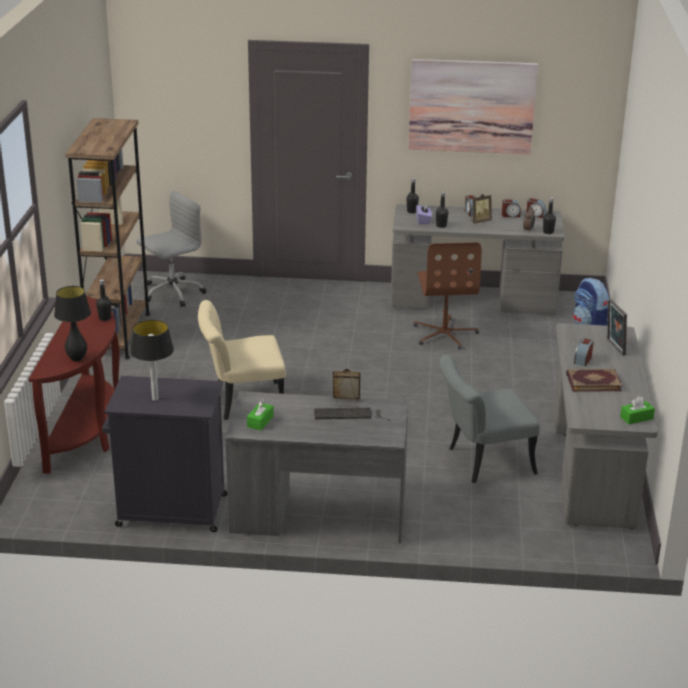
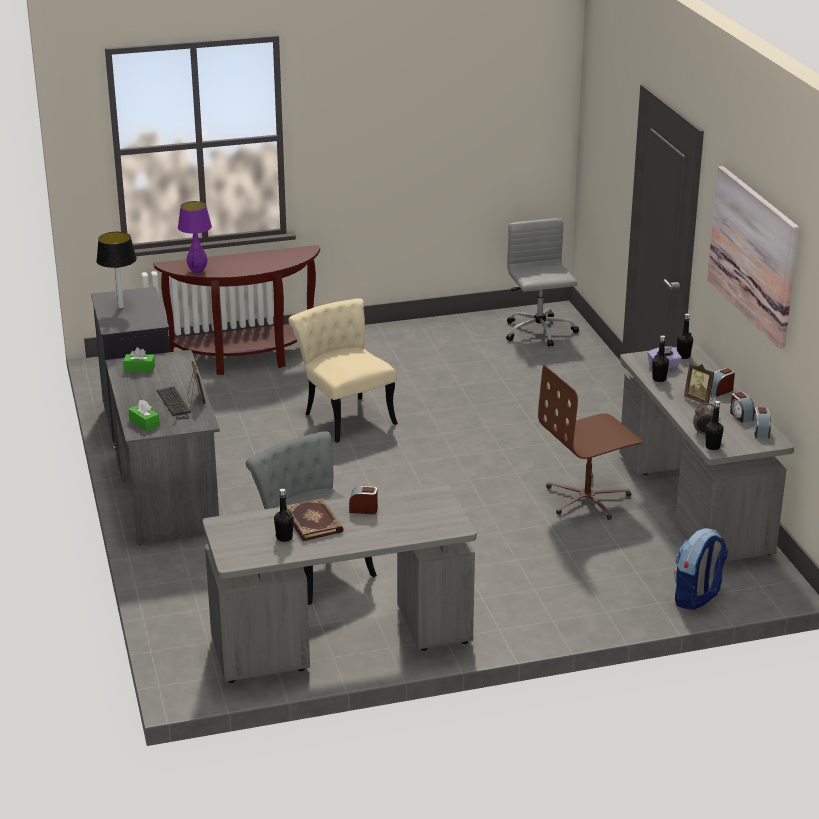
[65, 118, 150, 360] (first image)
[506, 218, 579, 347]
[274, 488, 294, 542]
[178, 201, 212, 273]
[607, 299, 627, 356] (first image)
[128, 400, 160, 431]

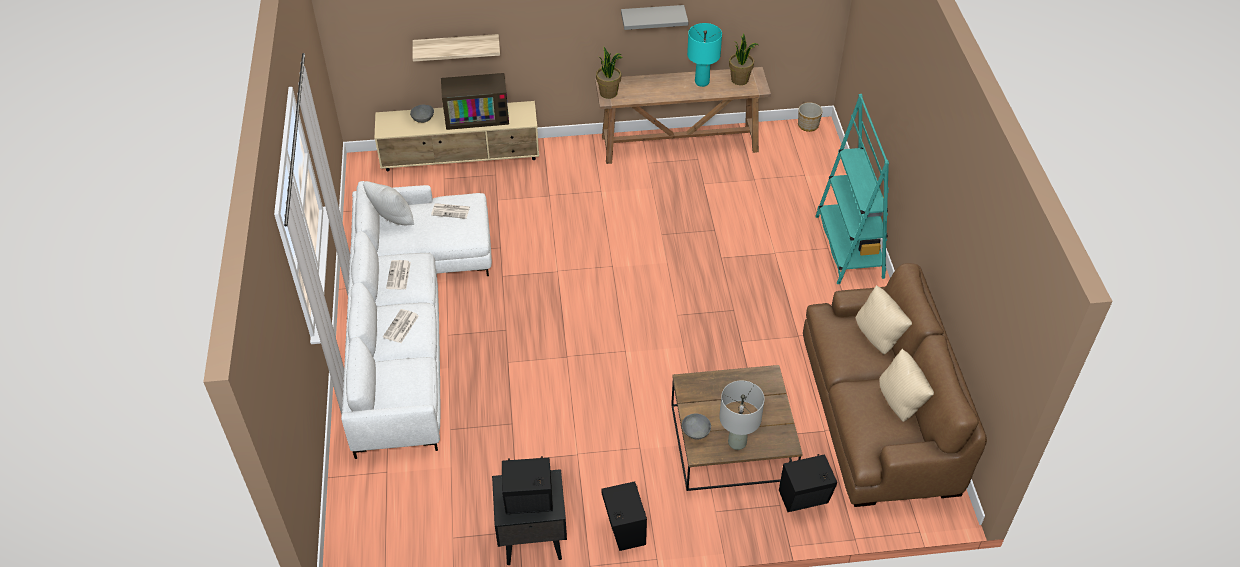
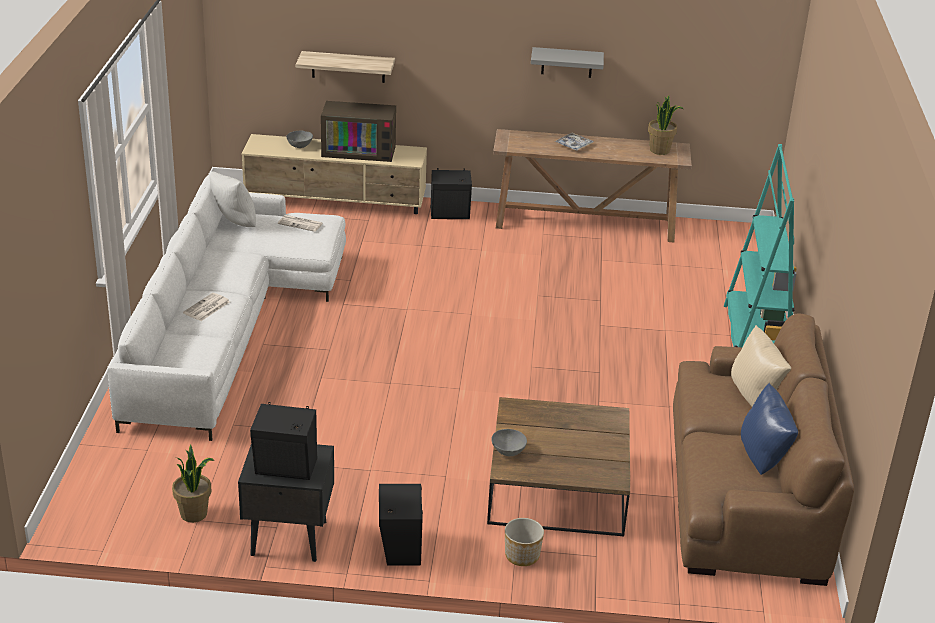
[687, 23, 722, 87] (first image)
[172, 445, 215, 522]
[505, 518, 544, 566]
[386, 260, 411, 289] (first image)
[741, 383, 798, 475]
[719, 380, 765, 450] (first image)
[431, 168, 472, 219]
[555, 133, 594, 151]

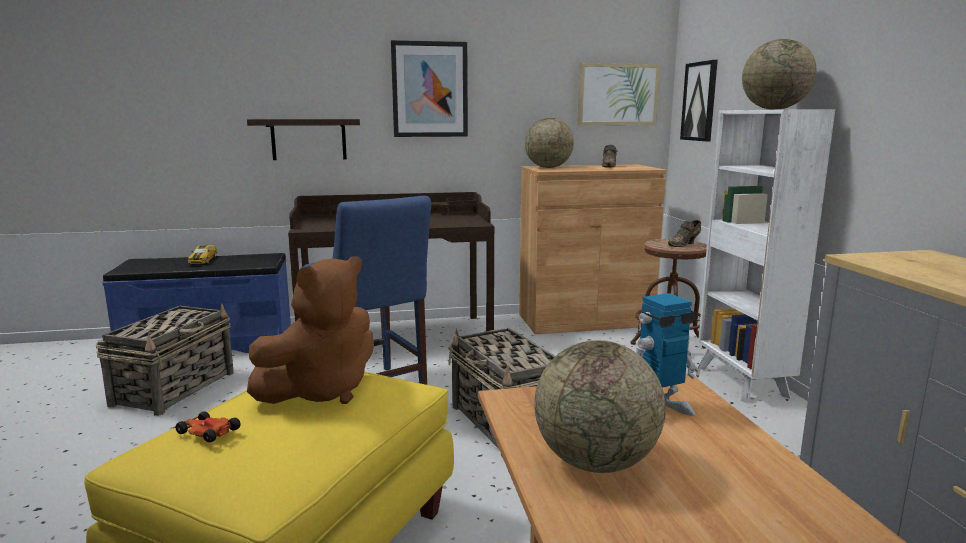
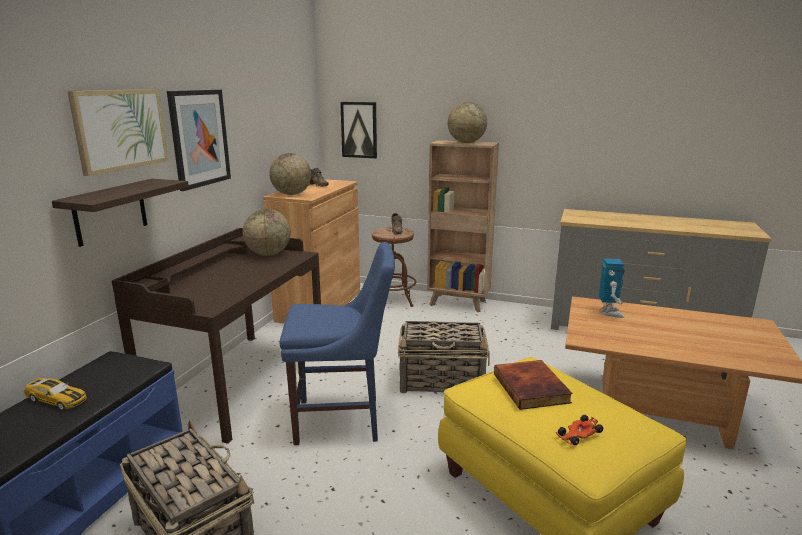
[67, 89, 169, 176]
[427, 140, 499, 312]
[494, 360, 573, 410]
[243, 209, 291, 256]

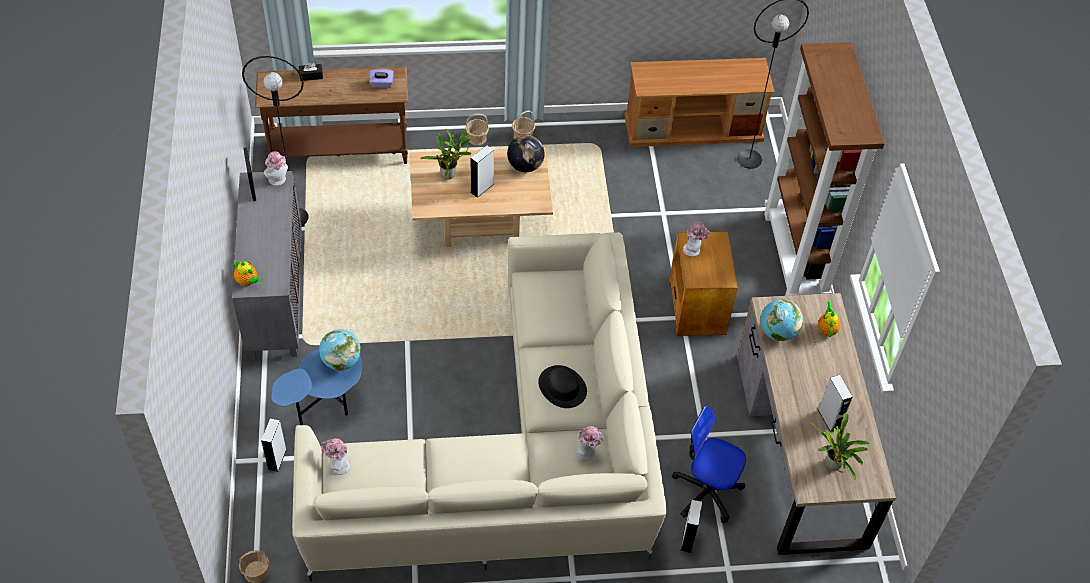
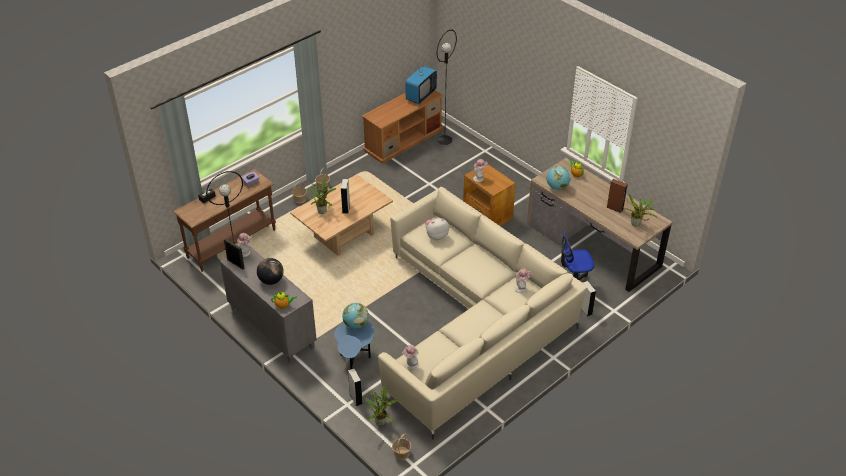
[764, 42, 885, 296] (first image)
[257, 258, 284, 285]
[538, 365, 587, 408] (first image)
[607, 179, 628, 213]
[405, 59, 437, 104]
[425, 218, 449, 240]
[365, 386, 398, 426]

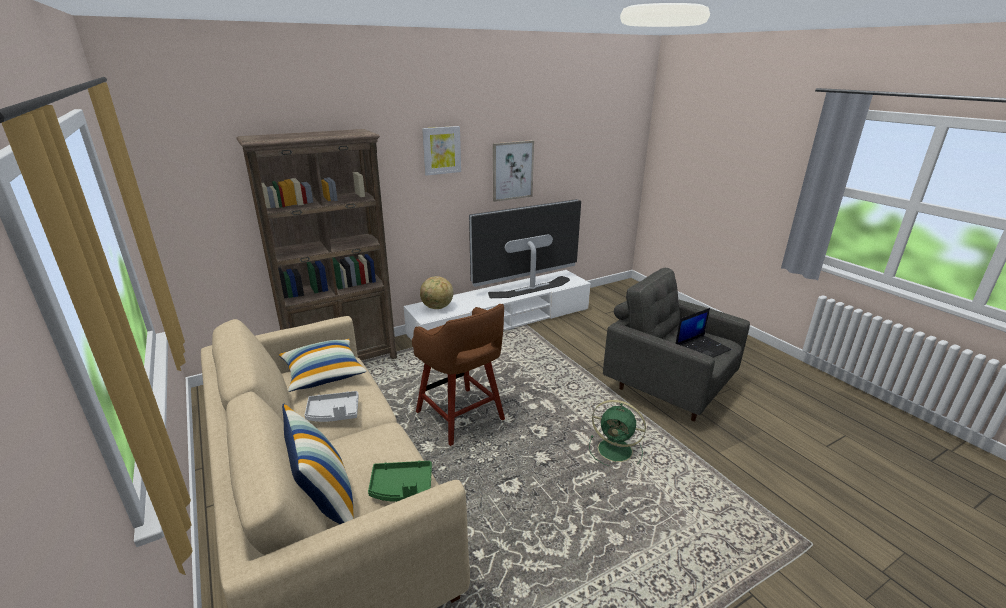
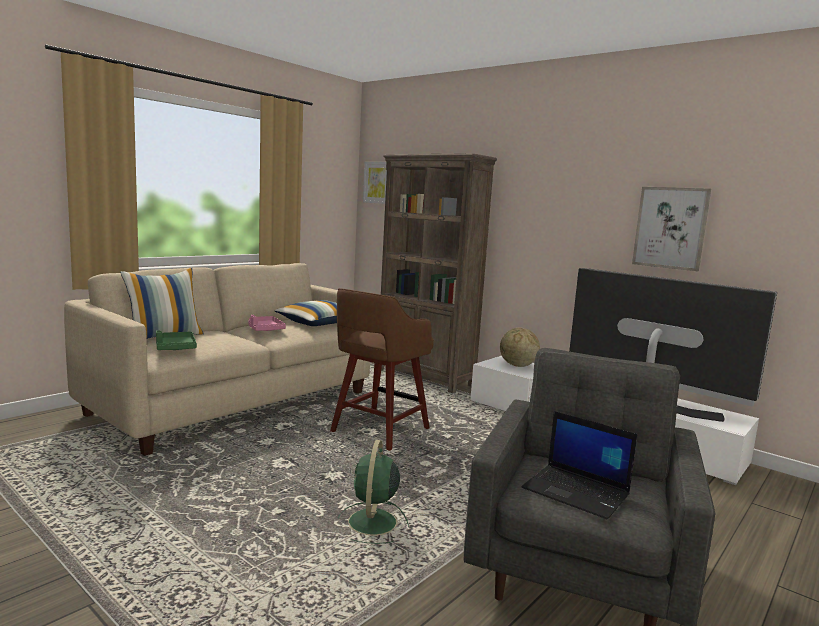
[363, 162, 387, 204]
[248, 315, 286, 331]

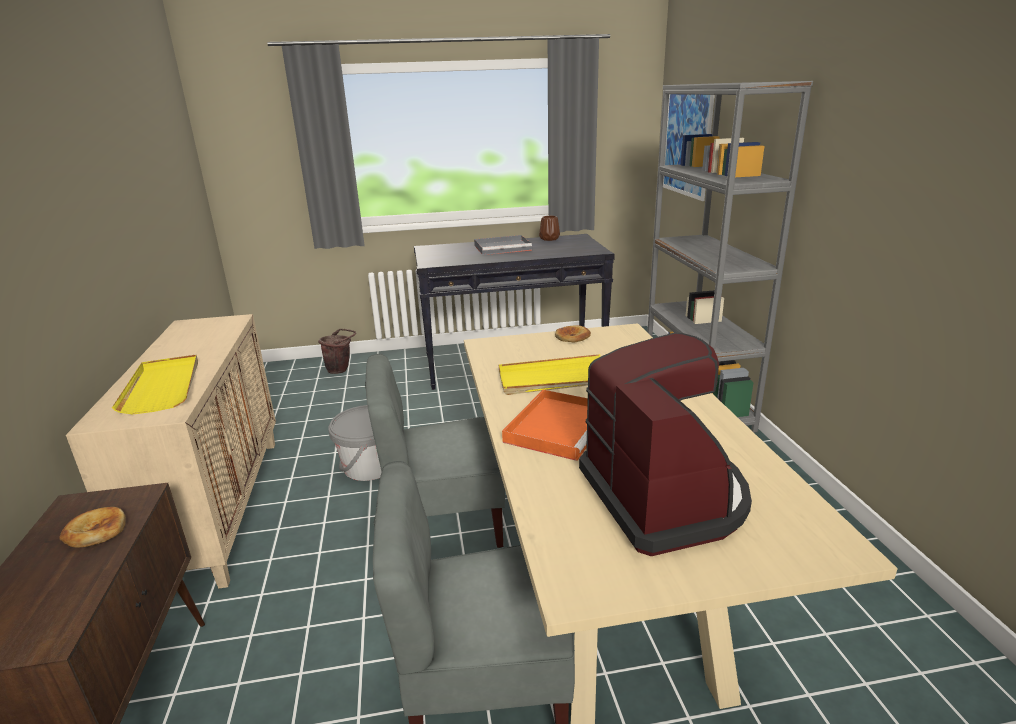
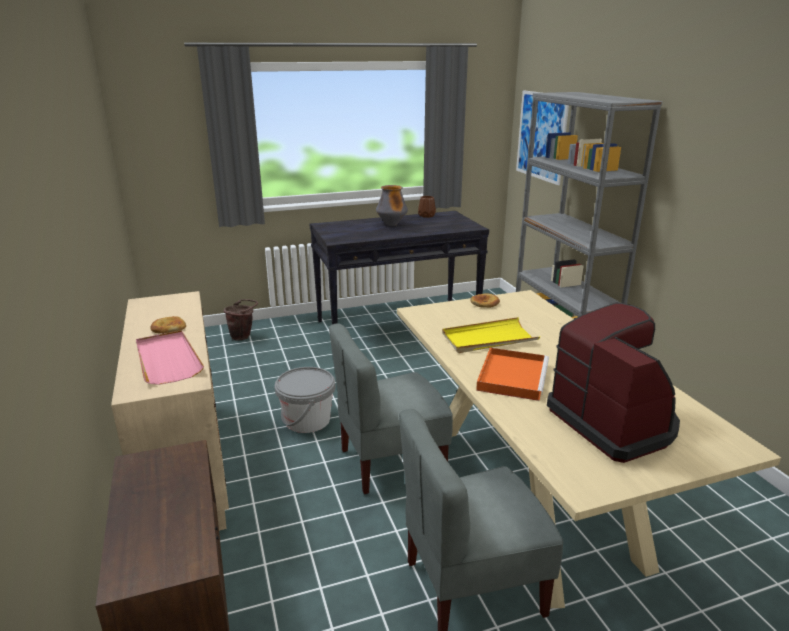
[376, 185, 408, 226]
[136, 330, 204, 385]
[151, 316, 186, 334]

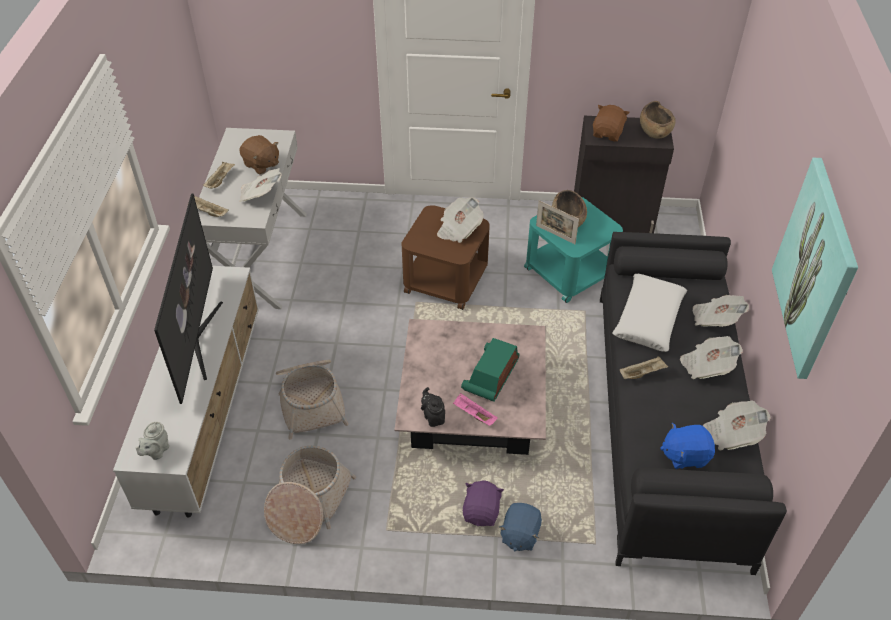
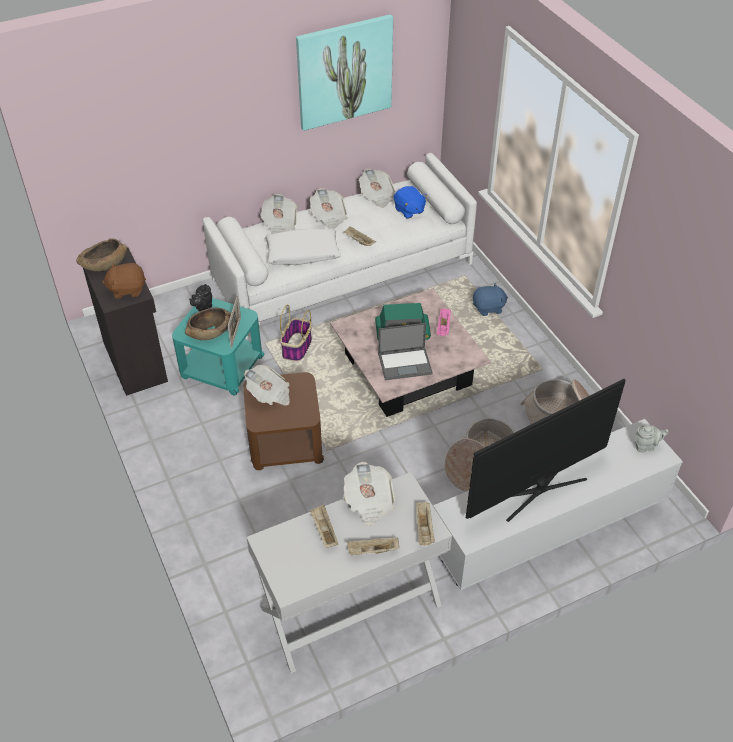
[310, 504, 338, 548]
[203, 153, 477, 339]
[189, 284, 212, 312]
[463, 480, 504, 526] (first image)
[280, 305, 312, 361]
[378, 323, 433, 380]

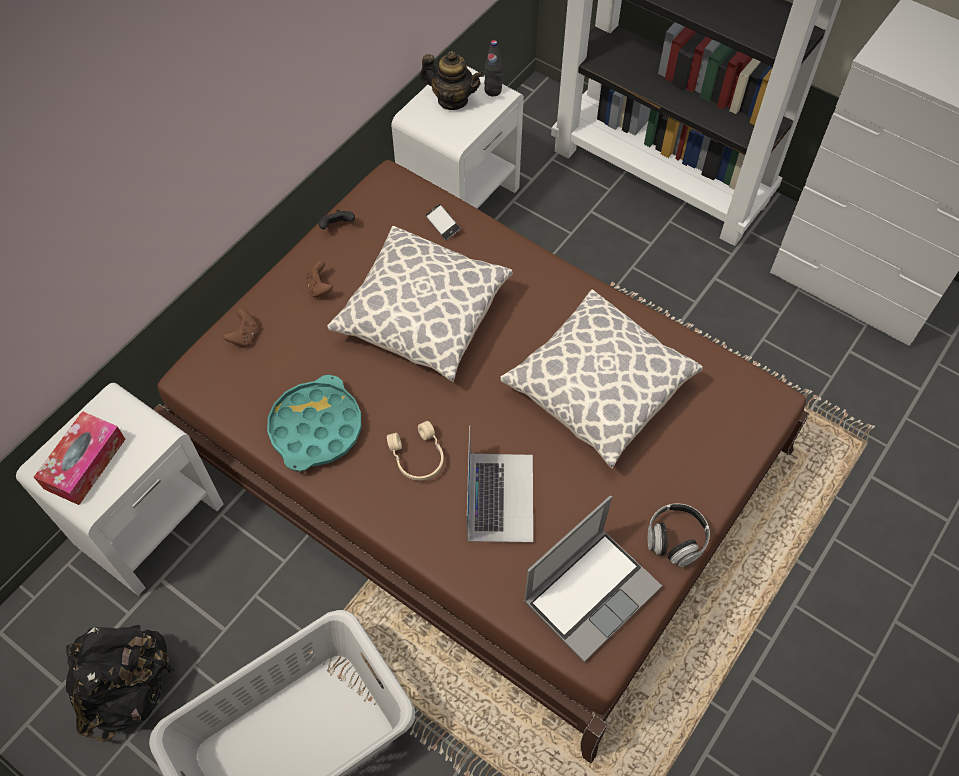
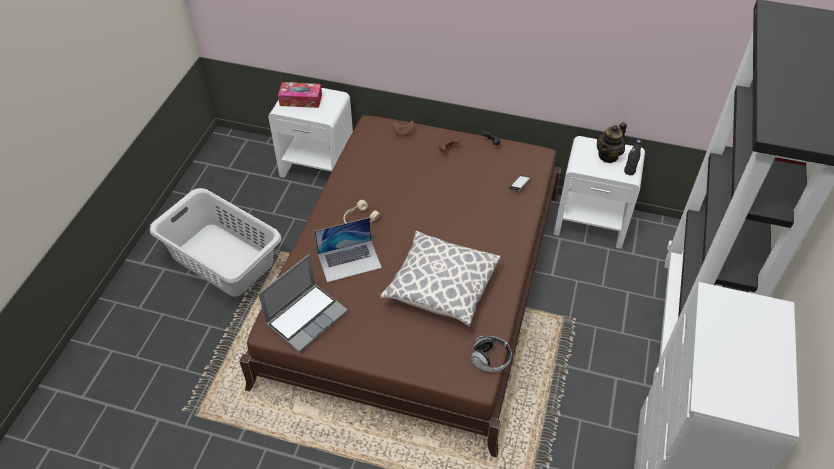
[597, 122, 627, 163]
[327, 226, 513, 382] (first image)
[267, 375, 361, 471] (first image)
[258, 254, 348, 352]
[471, 336, 512, 372]
[66, 625, 174, 743] (first image)

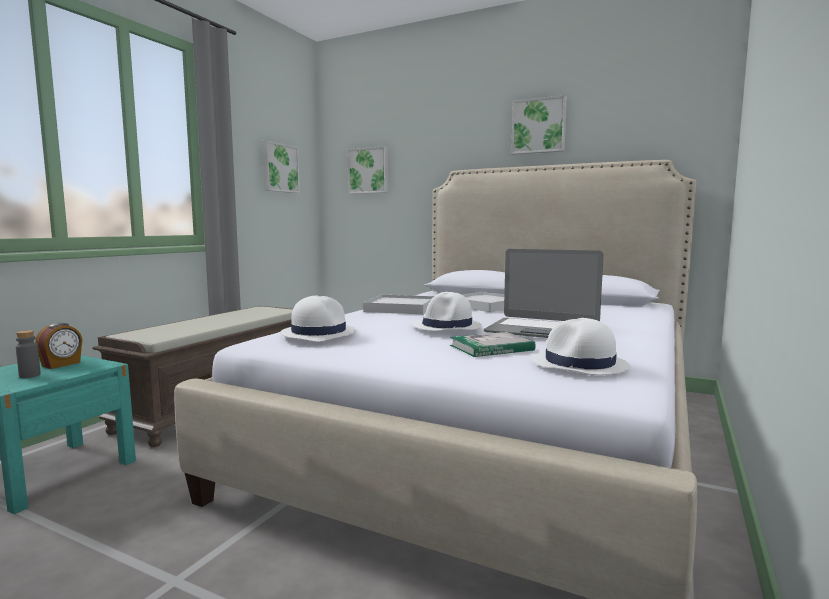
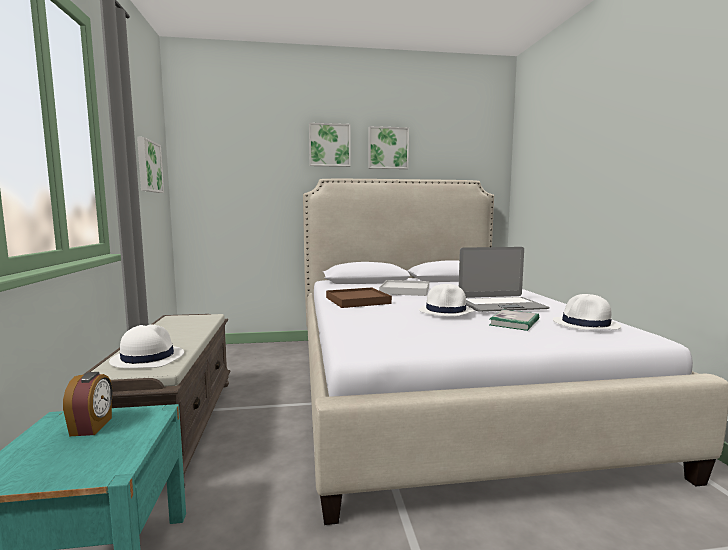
[309, 123, 351, 167]
[109, 325, 184, 368]
[326, 287, 392, 308]
[16, 330, 41, 378] (first image)

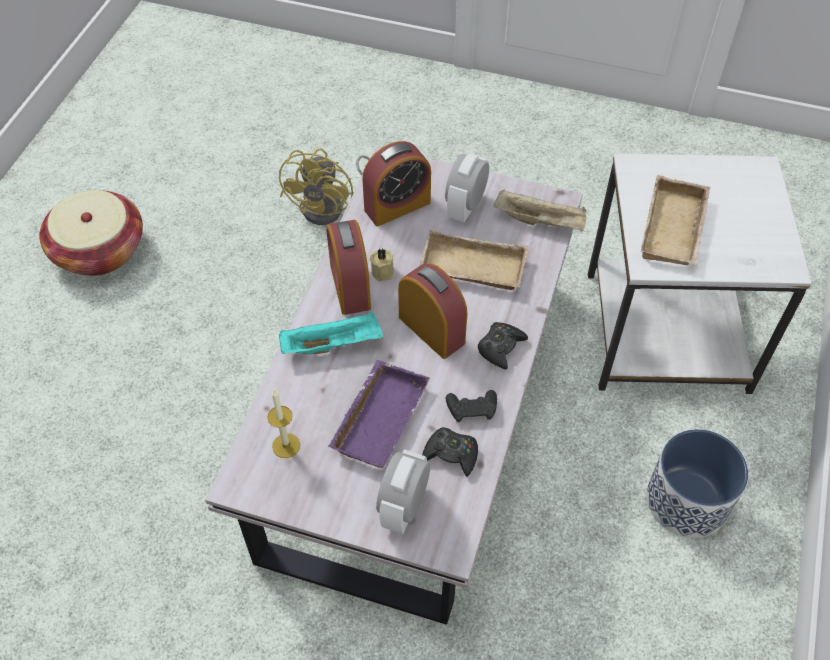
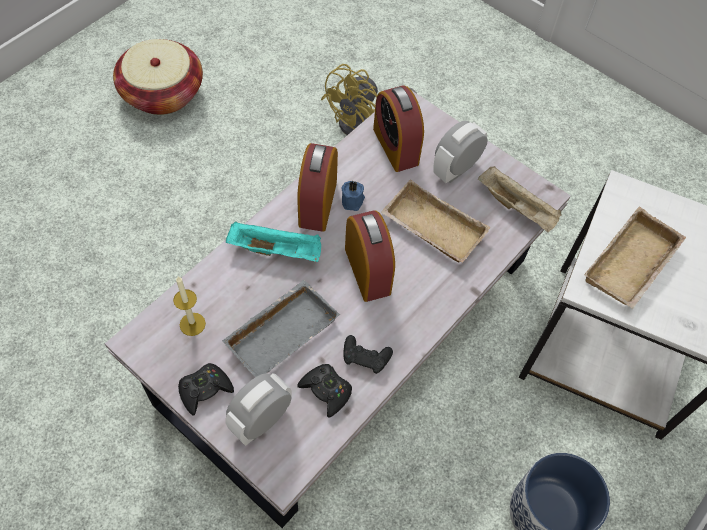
[373, 85, 424, 172]
[342, 181, 365, 211]
[178, 363, 234, 415]
[222, 280, 340, 377]

